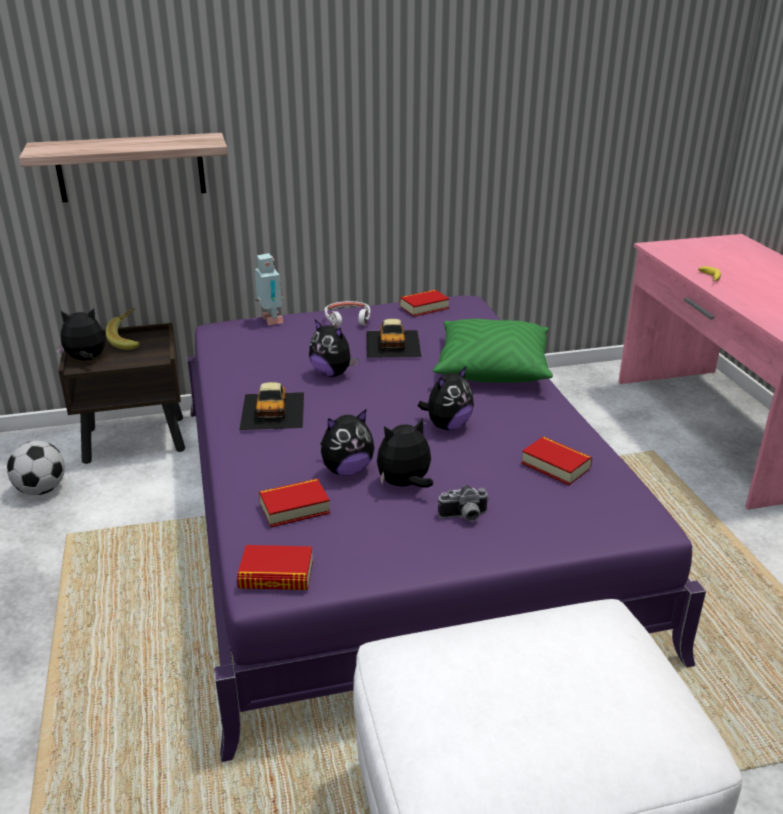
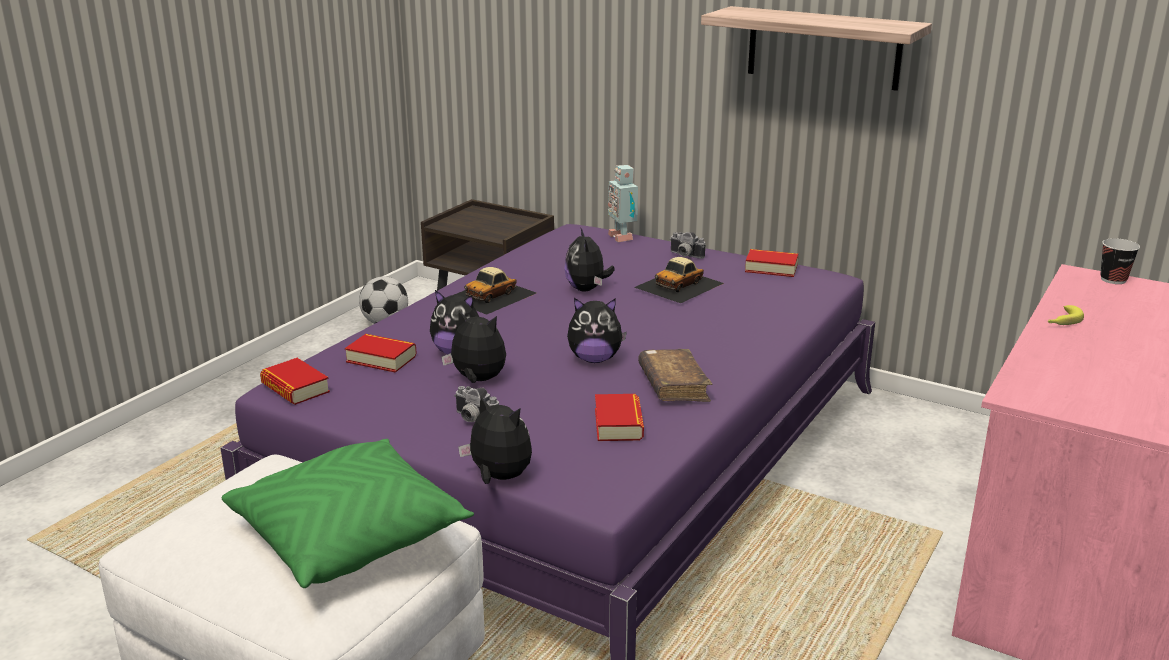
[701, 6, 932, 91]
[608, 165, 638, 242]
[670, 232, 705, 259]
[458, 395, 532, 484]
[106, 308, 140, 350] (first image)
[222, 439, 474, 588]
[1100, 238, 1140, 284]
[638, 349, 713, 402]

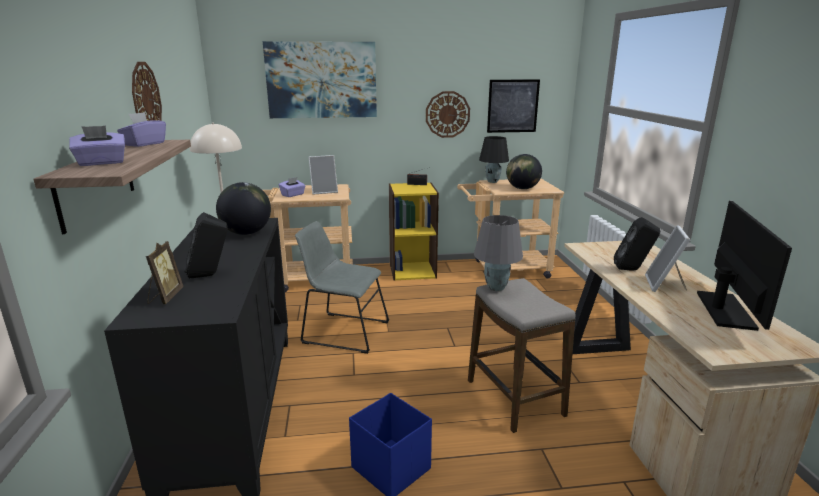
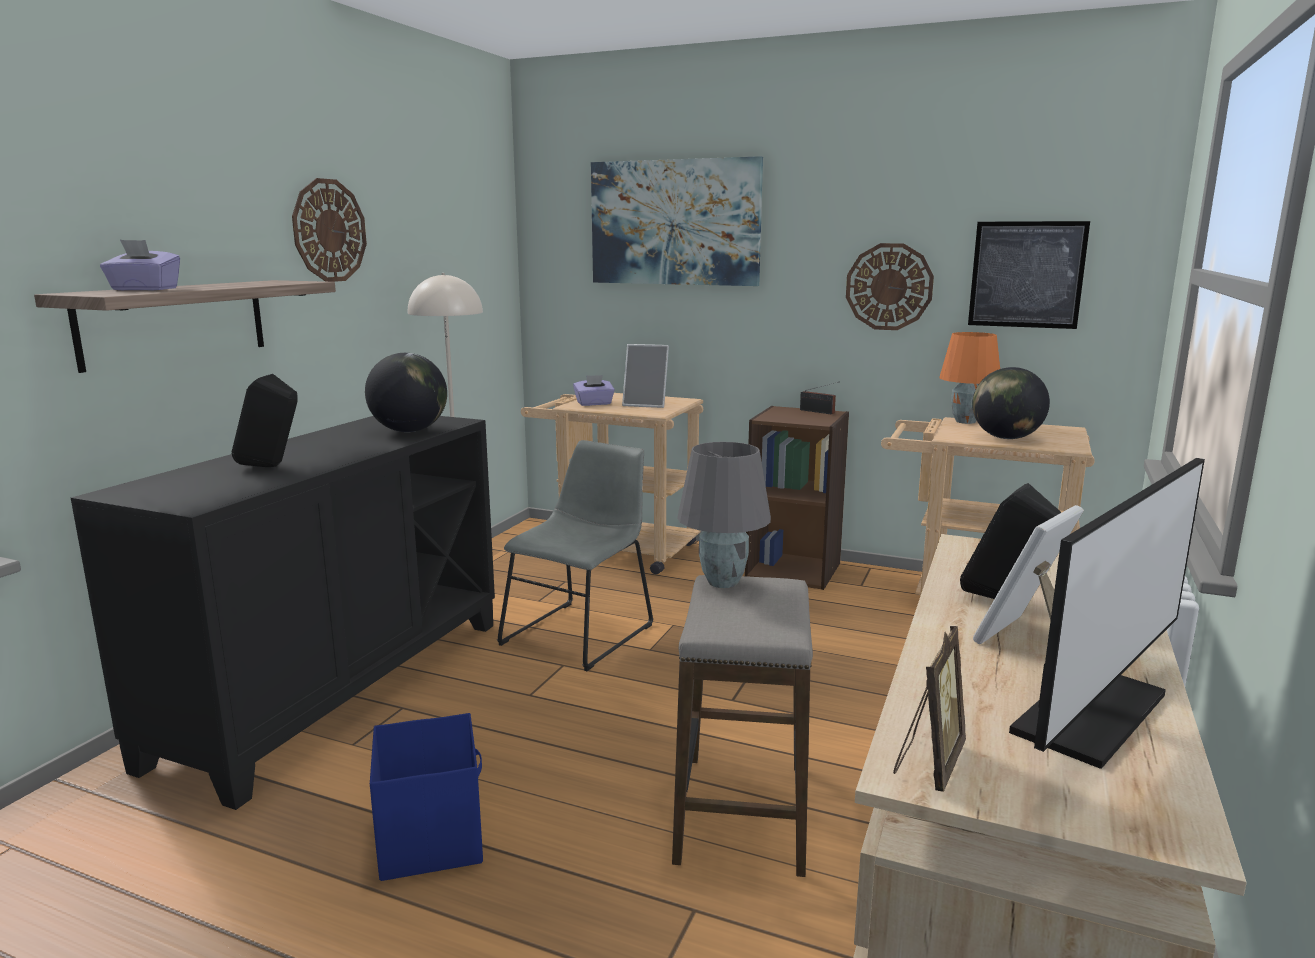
[117, 112, 166, 147] (first image)
[939, 332, 1000, 424]
[745, 406, 849, 590]
[497, 440, 653, 671]
[893, 626, 966, 792]

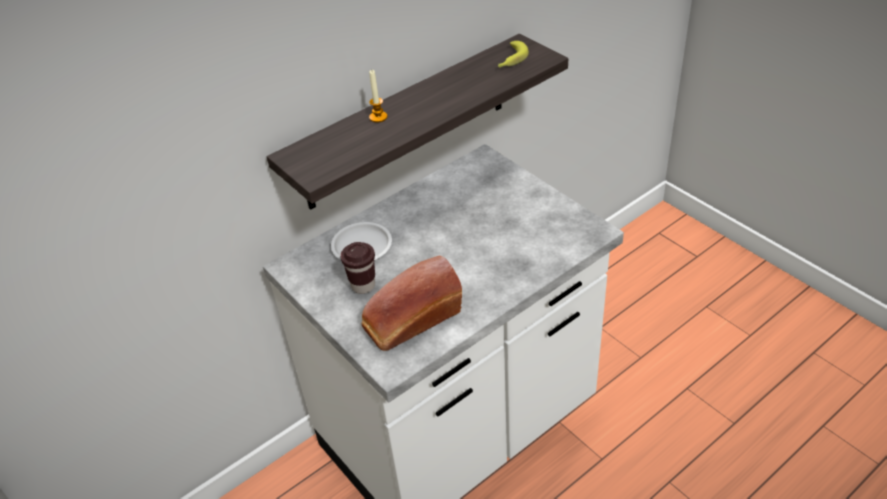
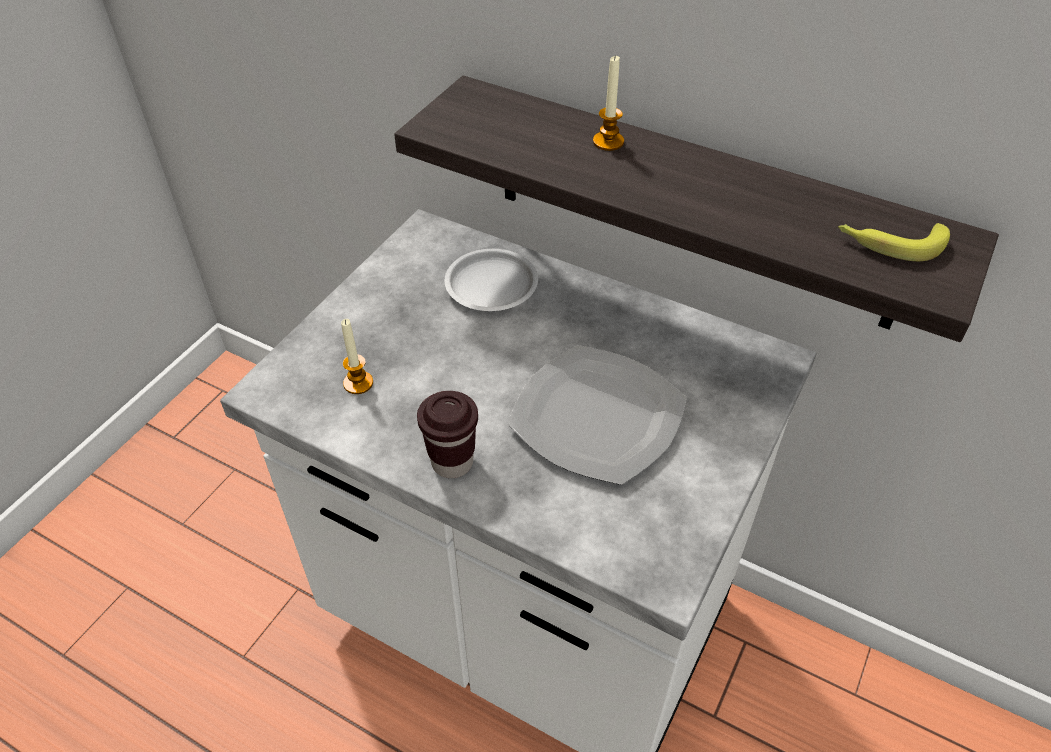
[417, 391, 478, 478]
[341, 319, 373, 394]
[507, 345, 687, 485]

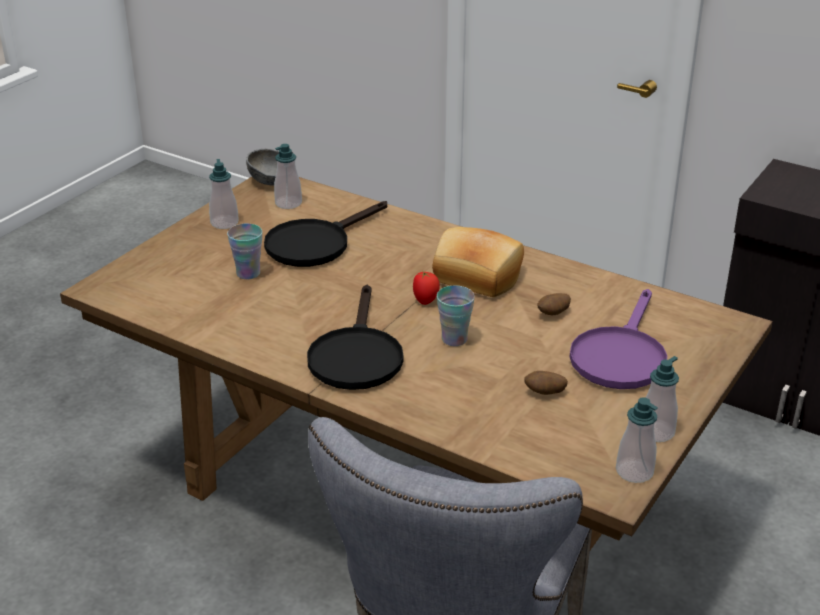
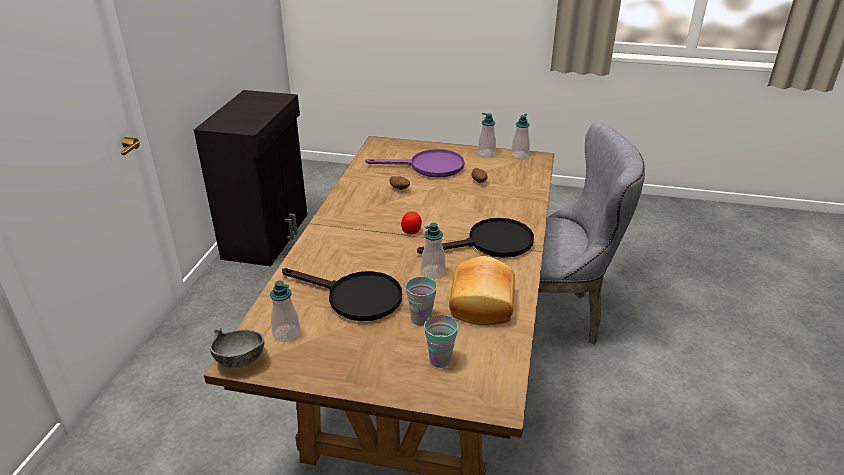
[421, 223, 445, 279]
[449, 256, 515, 325]
[424, 315, 458, 368]

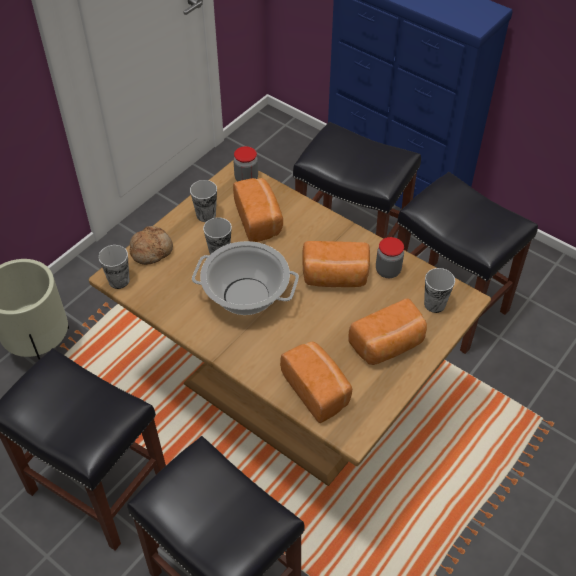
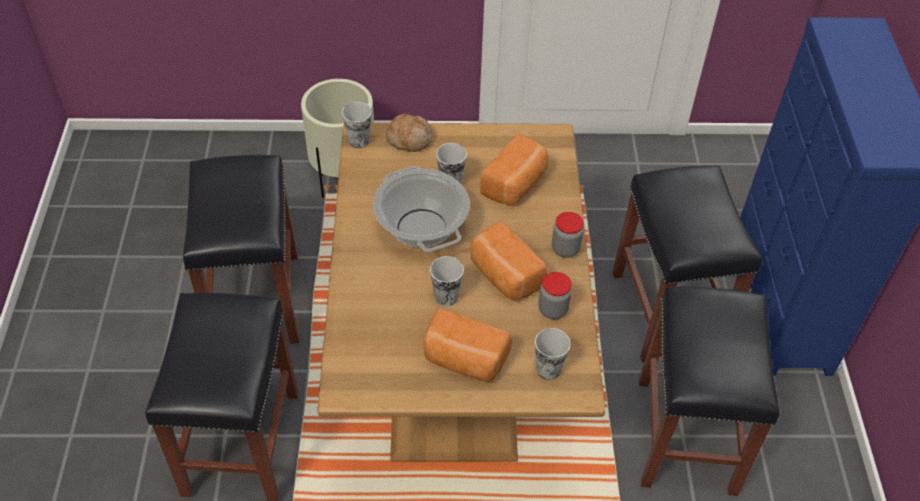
[552, 212, 584, 258]
[430, 256, 464, 306]
[280, 342, 352, 423] (first image)

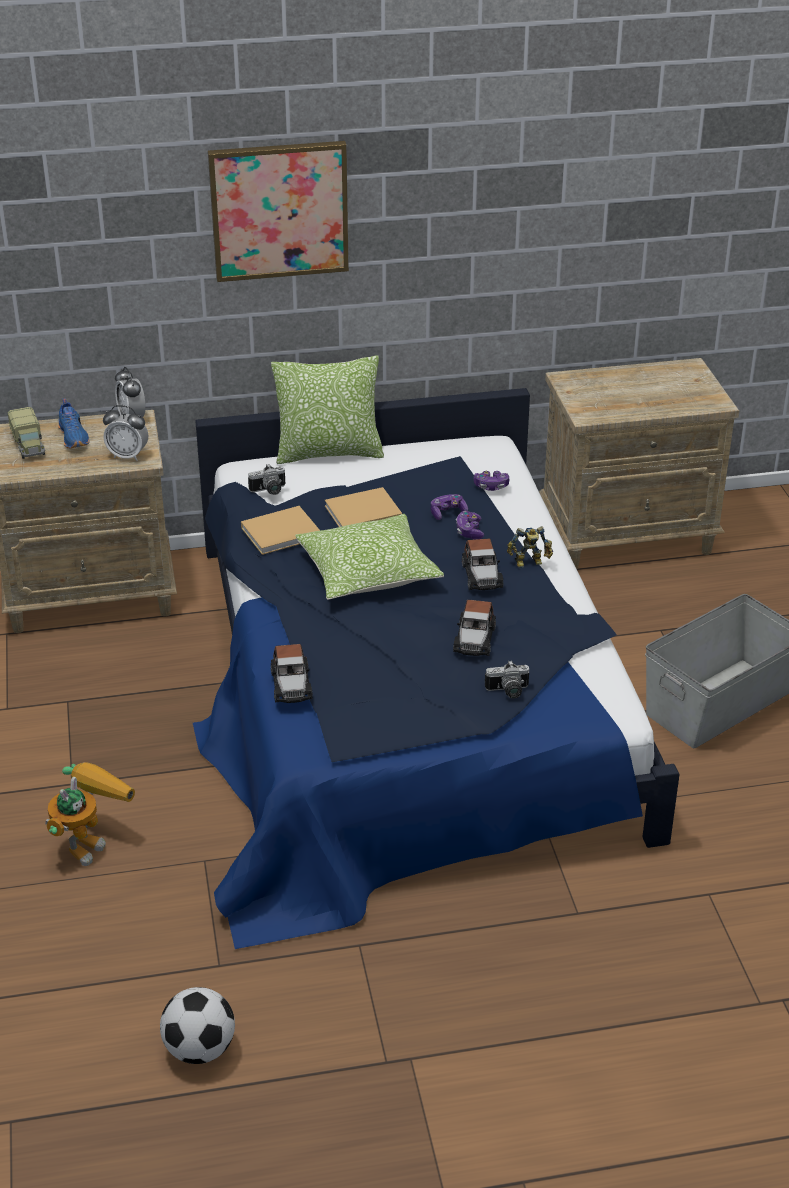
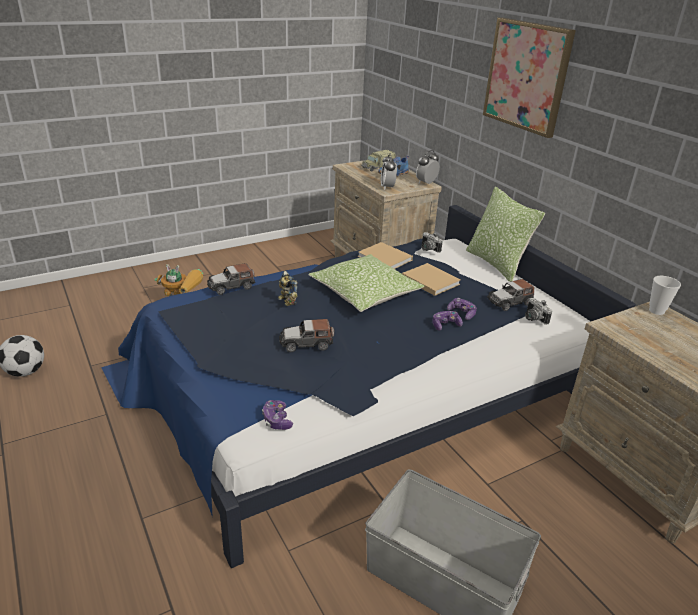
[262, 400, 293, 430]
[278, 271, 298, 306]
[487, 279, 534, 311]
[525, 297, 552, 325]
[649, 276, 681, 315]

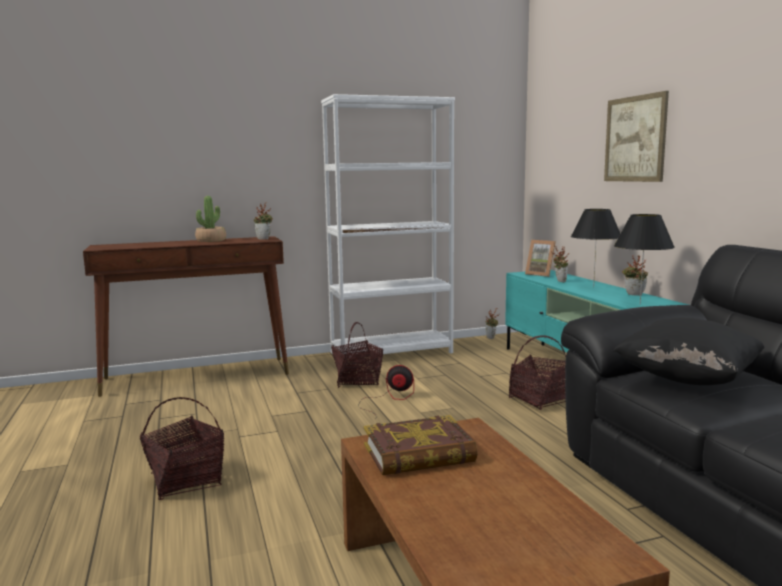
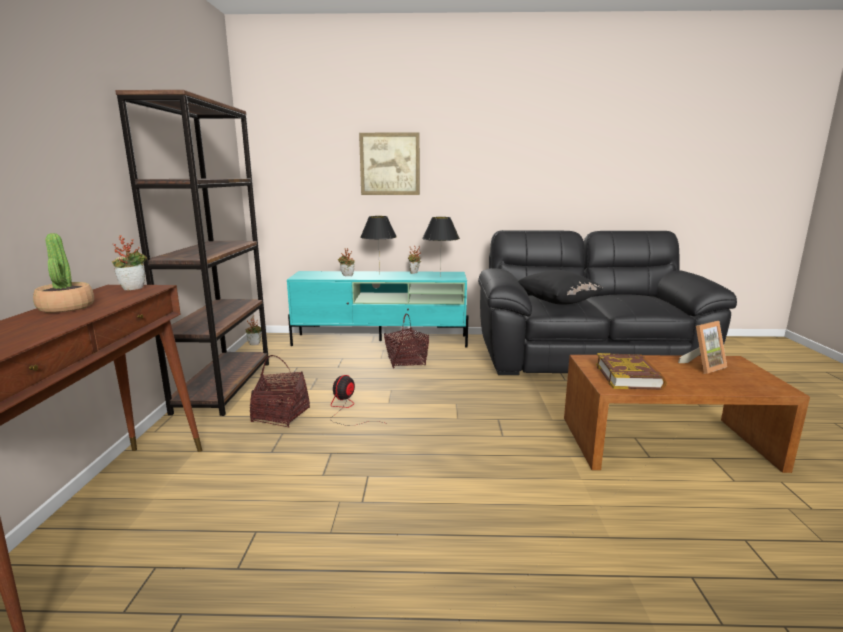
[115, 90, 269, 416]
[678, 321, 727, 374]
[140, 397, 224, 500] (first image)

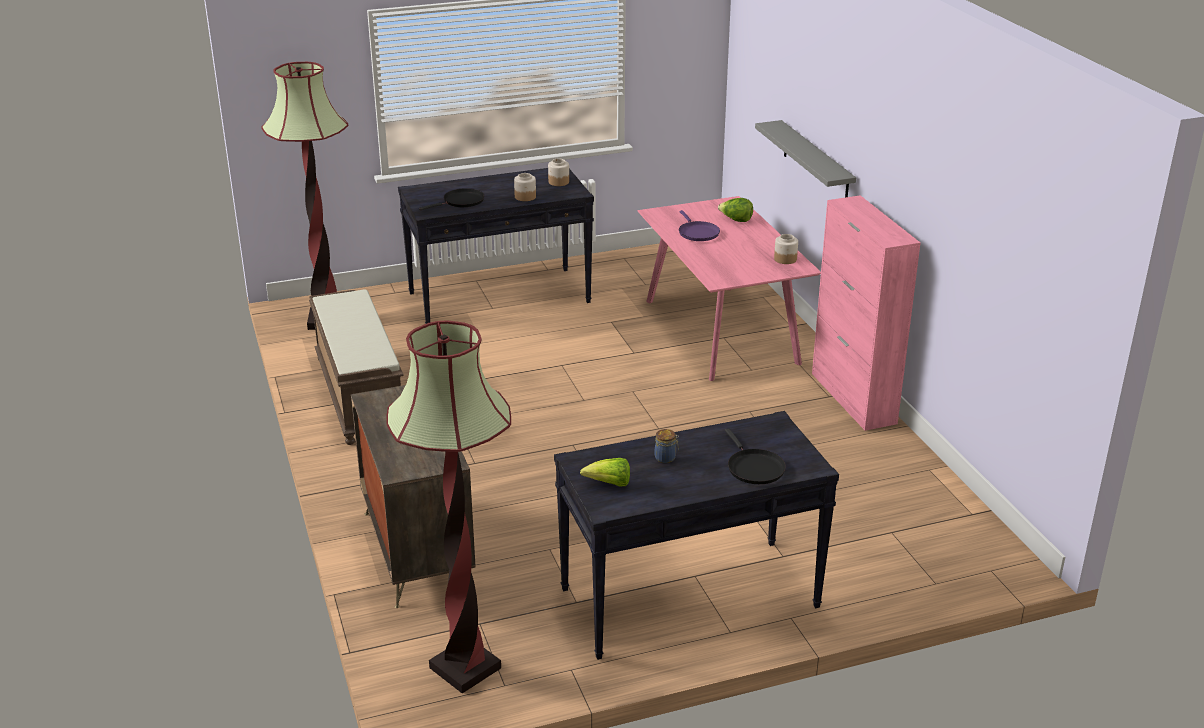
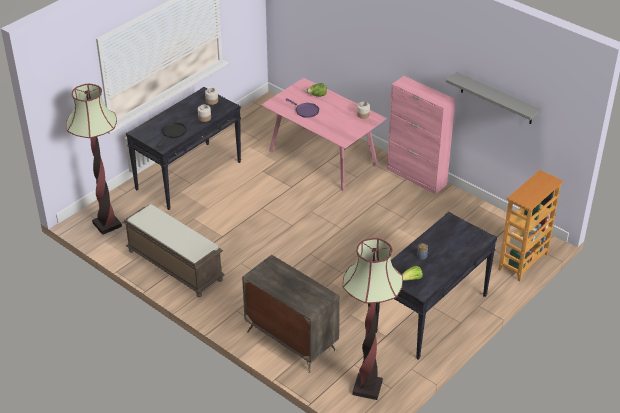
[446, 72, 541, 124]
[725, 429, 786, 484] (first image)
[498, 170, 564, 281]

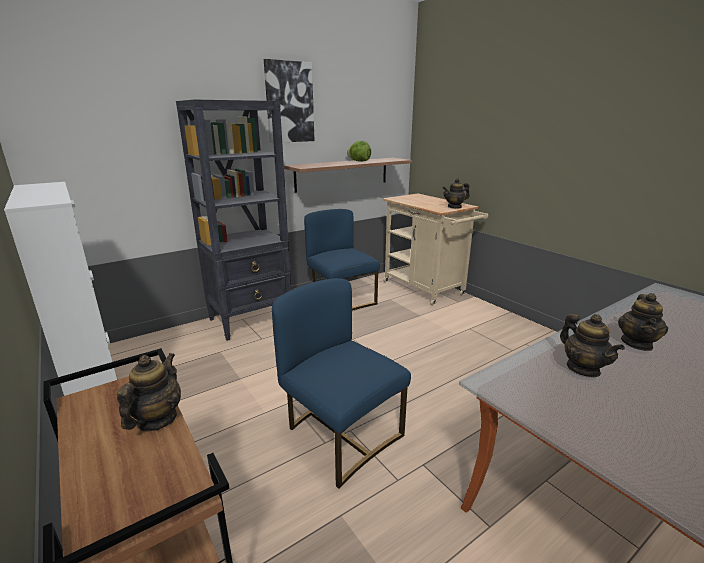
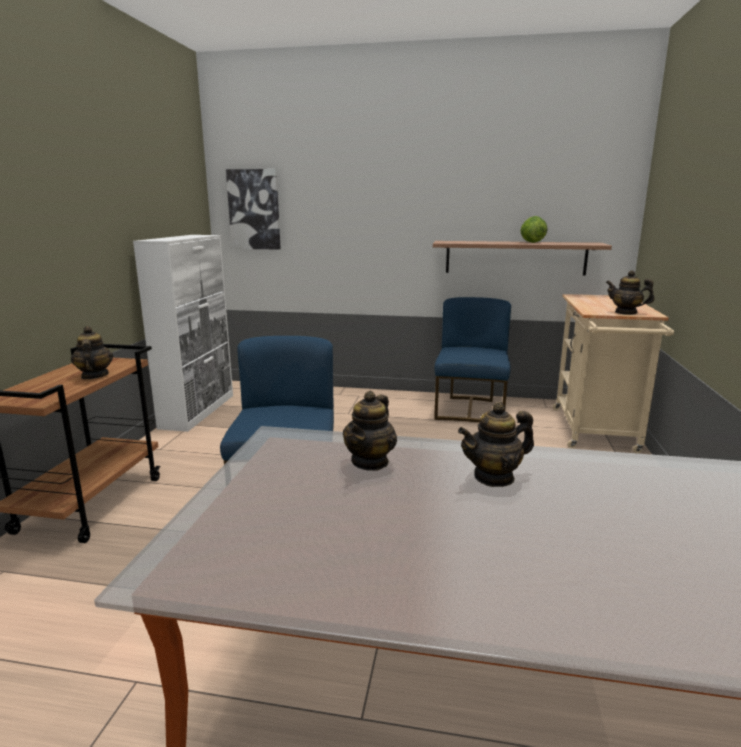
[226, 169, 281, 250]
[176, 99, 291, 341] (first image)
[71, 326, 113, 379]

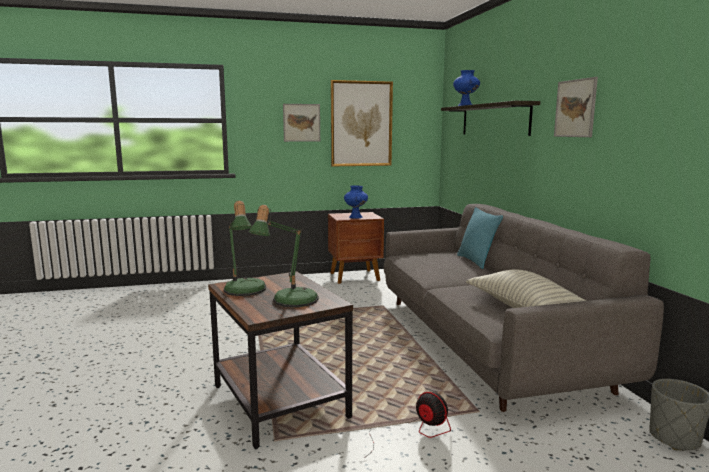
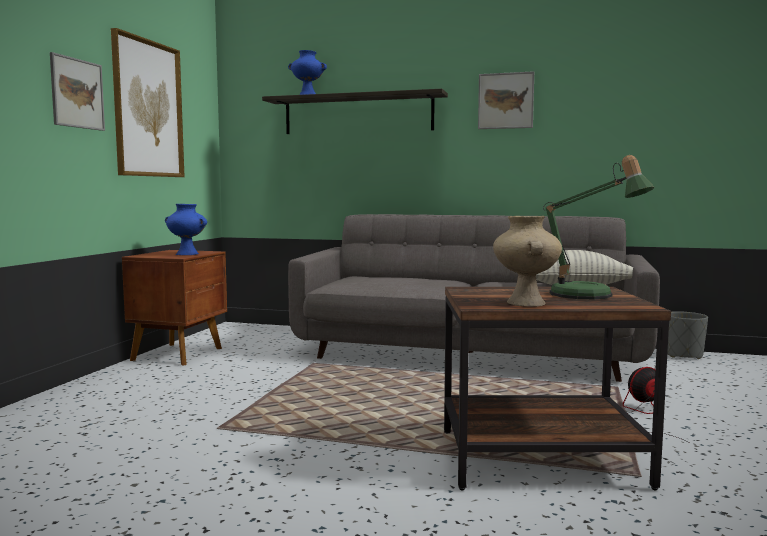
[493, 216, 562, 307]
[457, 207, 503, 269] (first image)

